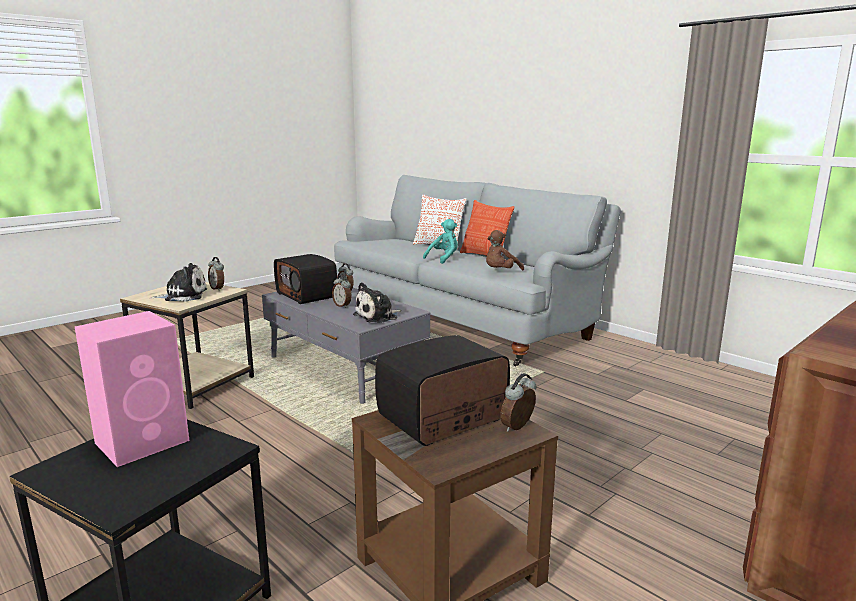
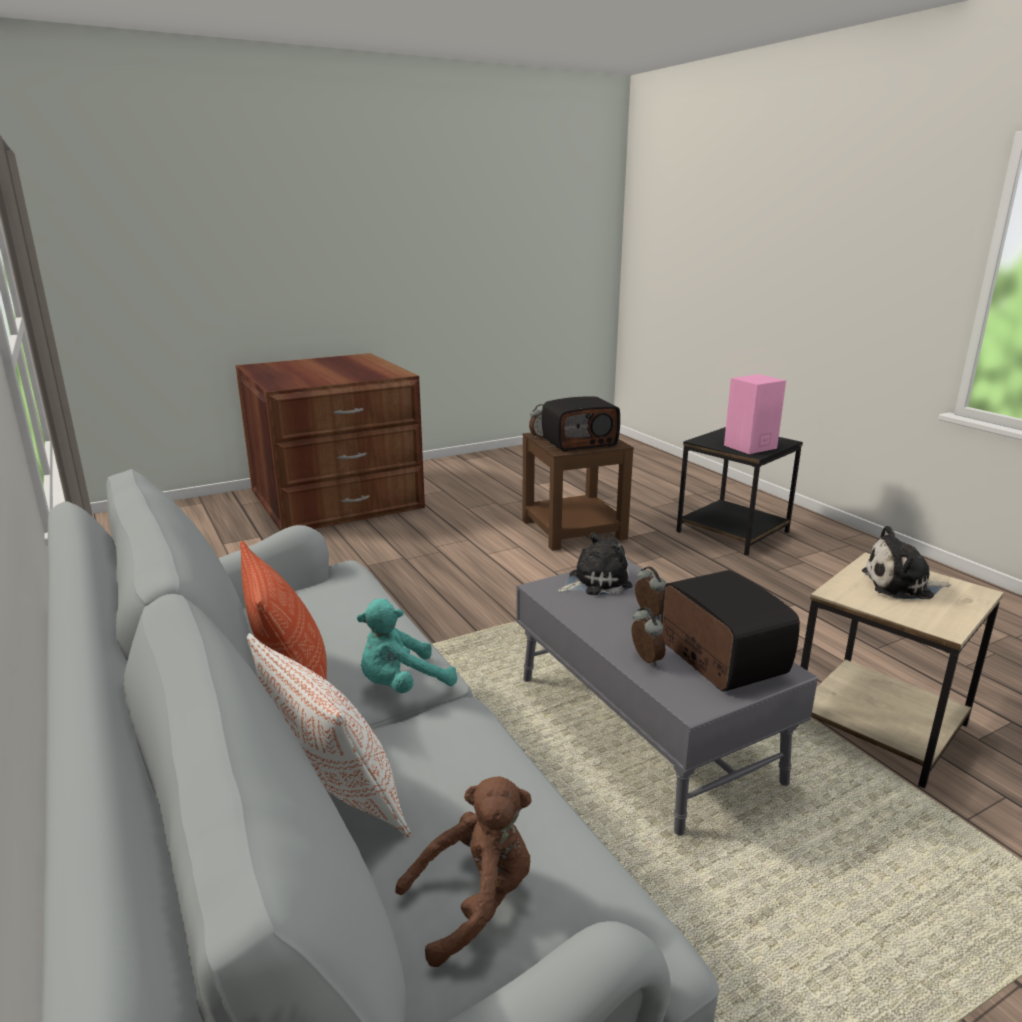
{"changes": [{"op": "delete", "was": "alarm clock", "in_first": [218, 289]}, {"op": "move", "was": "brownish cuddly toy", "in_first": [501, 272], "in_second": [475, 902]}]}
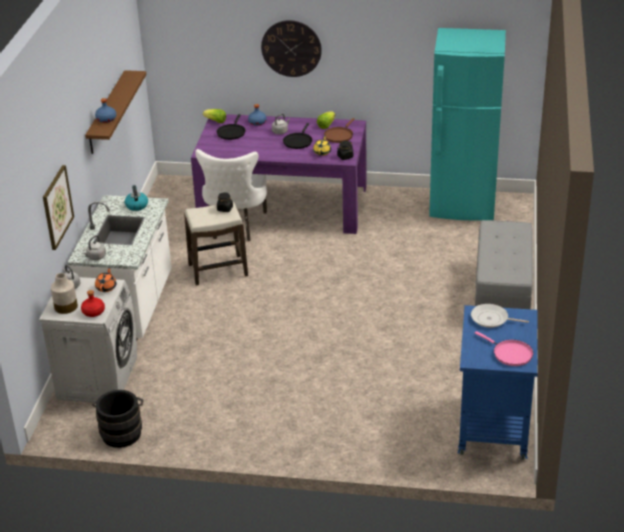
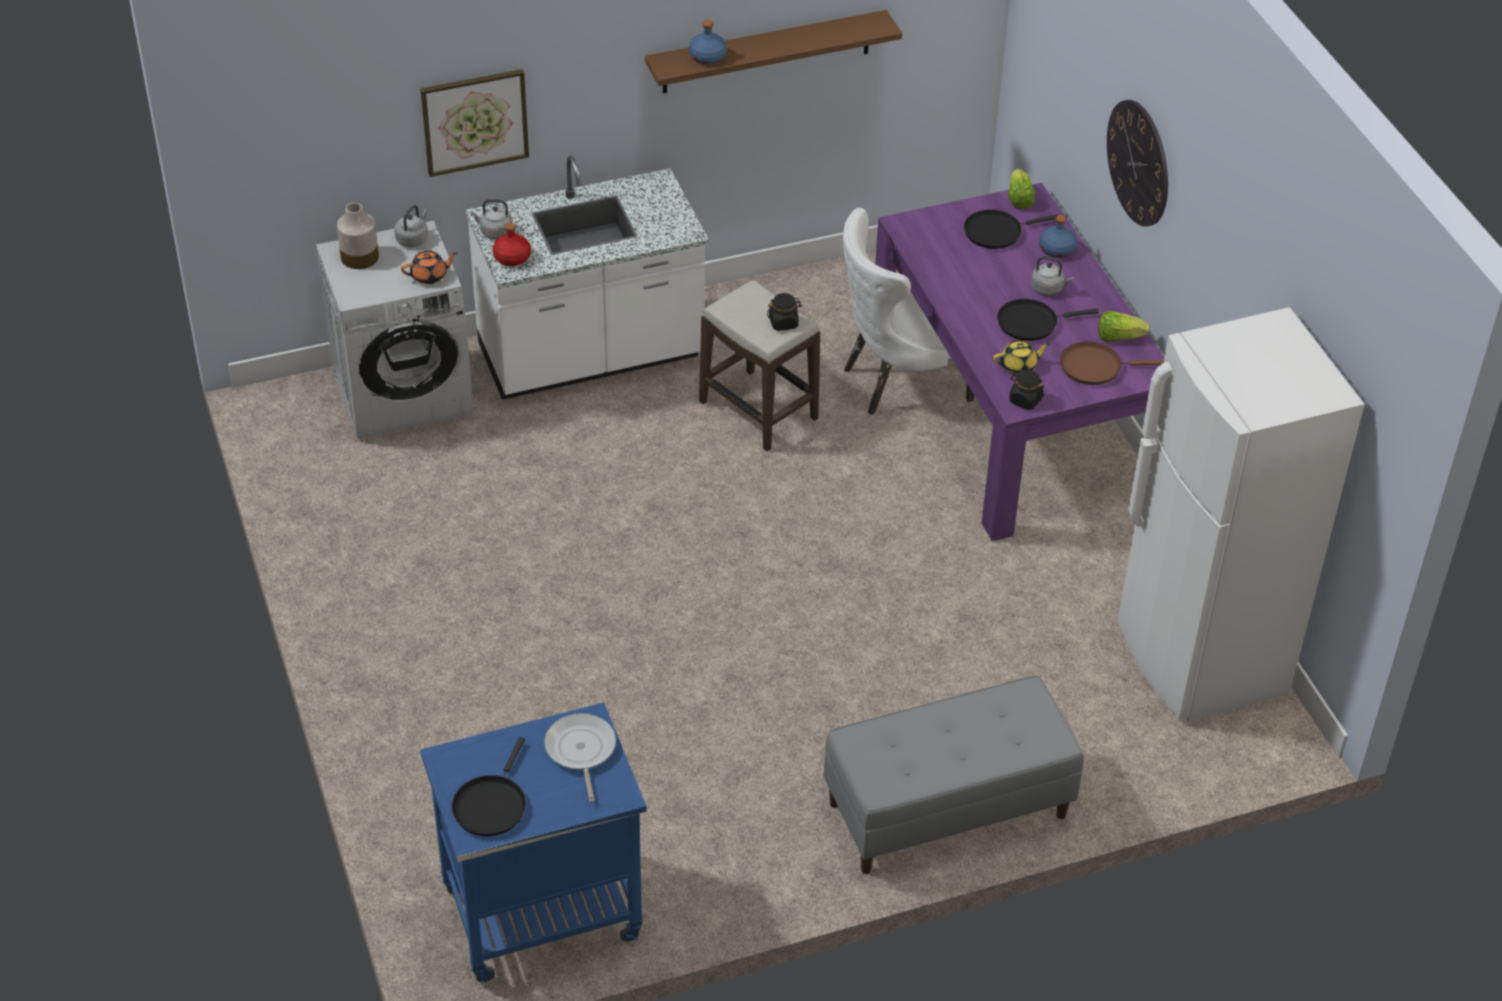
{"changes": [{"op": "move", "was": "reddish beverage bottle", "in_first": [93, 312], "in_second": [512, 258]}, {"op": "delete", "was": "blackish water bucket", "in_first": [122, 431]}, {"op": "delete", "was": "tea kettle", "in_first": [136, 205]}, {"op": "recolor", "was": "turquoise fridge", "now": "white fridge", "in_first": [462, 206], "in_second": [1200, 659]}, {"op": "recolor", "was": "pink frying pan", "now": "blackish frying pan", "in_first": [510, 354], "in_second": [491, 805]}]}
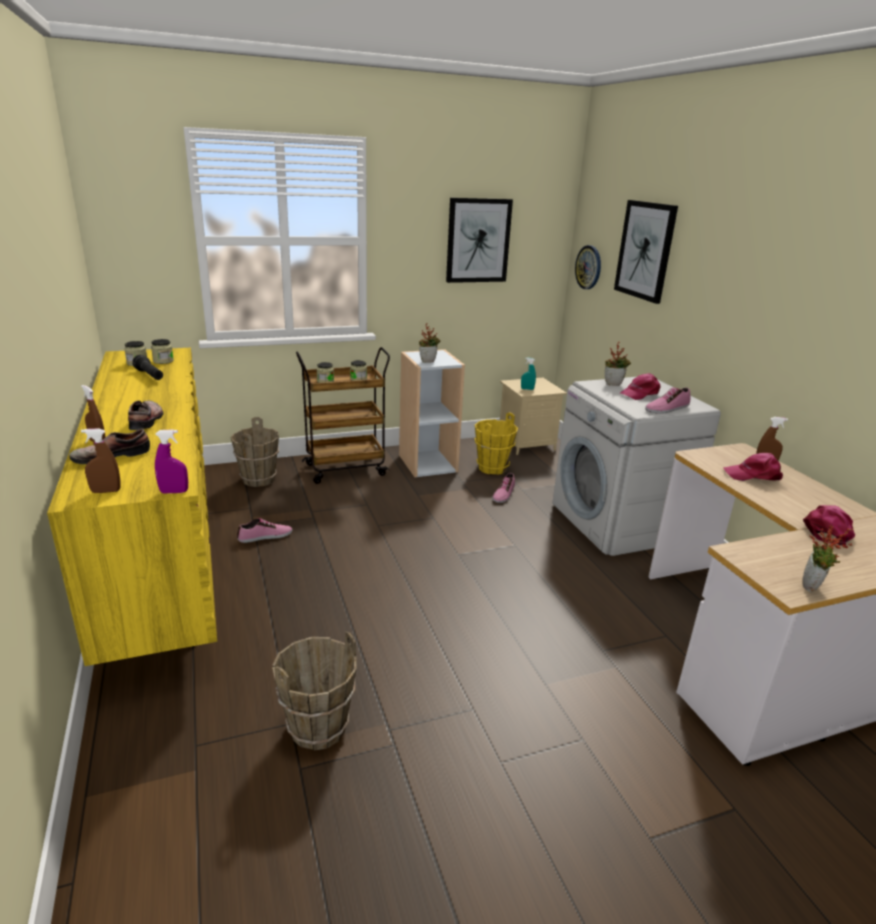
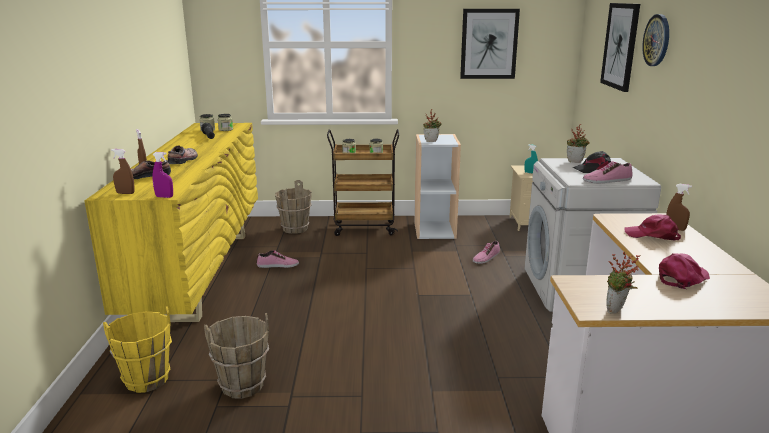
{"changes": [{"op": "move", "was": "yellow-coloured water bucket", "in_first": [492, 468], "in_second": [146, 380]}, {"op": "move", "was": "wall clock", "in_first": [588, 267], "in_second": [657, 40]}, {"op": "recolor", "was": "pink peaked cap", "now": "blackish peaked cap", "in_first": [640, 393], "in_second": [593, 169]}]}
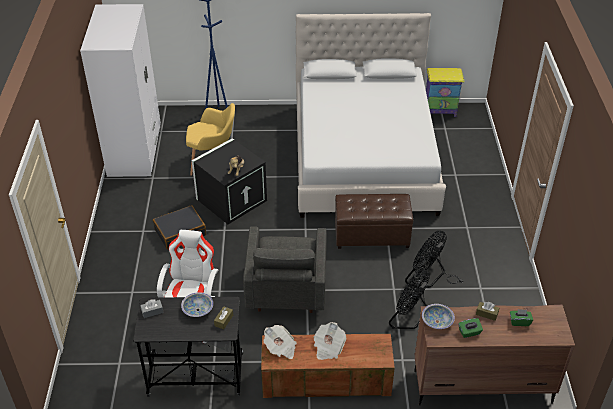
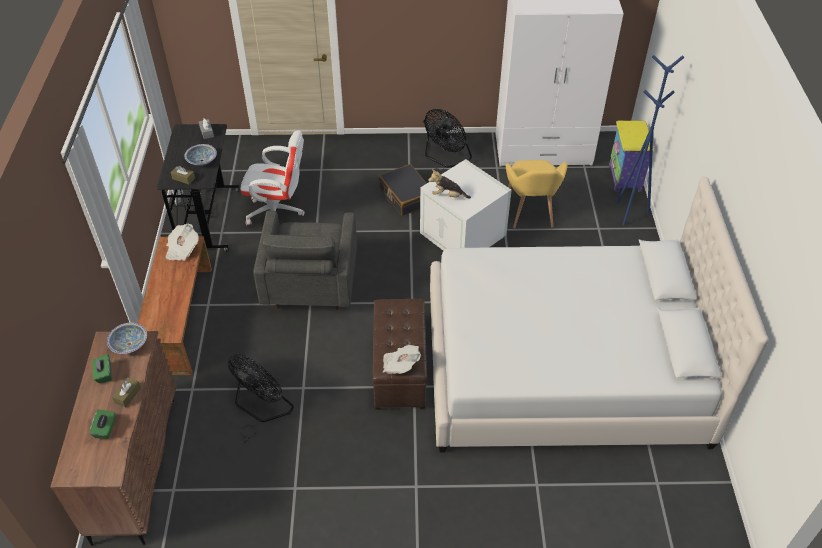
{"changes": [{"op": "recolor", "was": "blackish storage box", "now": "white storage box", "in_first": [231, 199], "in_second": [464, 234]}, {"op": "rotate", "was": "gray easy chair", "in_first": [286, 291], "in_second": [310, 285], "clockwise": -90}, {"op": "move", "was": "daily paper", "in_first": [328, 347], "in_second": [400, 365]}, {"op": "move", "was": "blackish fan", "in_first": [432, 275], "in_second": [442, 159]}, {"op": "move", "was": "nightstand", "in_first": [441, 111], "in_second": [624, 179]}]}
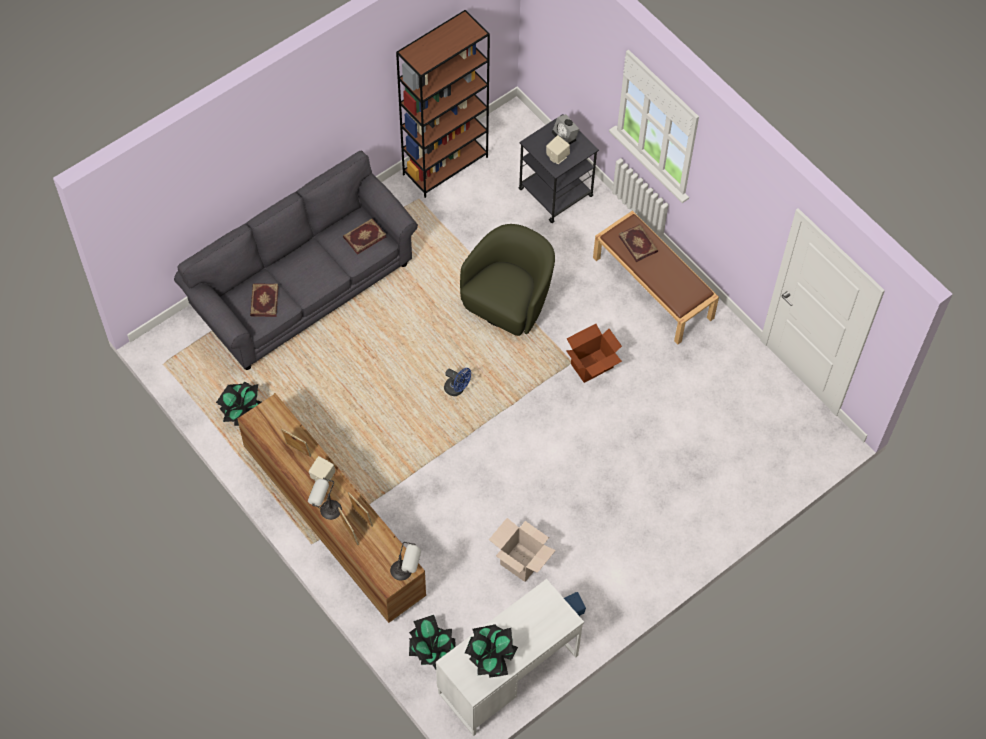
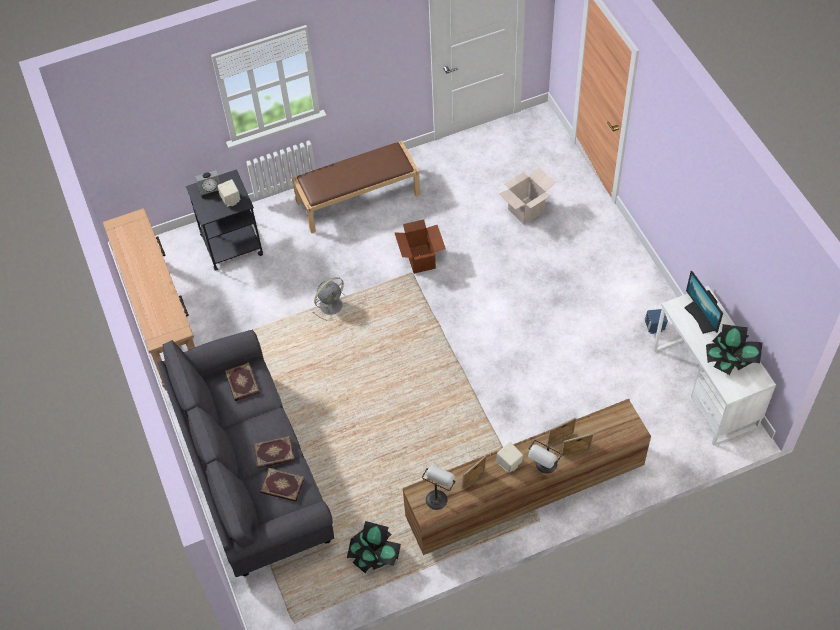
{"changes": [{"op": "move", "was": "tabletop lamp", "in_first": [406, 570], "in_second": [438, 495]}, {"op": "replace", "was": "brownish bookshelf", "now": "brownish console table", "in_first": [445, 165], "in_second": [163, 322]}, {"op": "delete", "was": "houseplant", "in_first": [432, 651]}, {"op": "delete", "was": "blue-coloured fan", "in_first": [457, 389]}, {"op": "replace", "was": "green easy chair", "now": "gray fan", "in_first": [509, 301], "in_second": [332, 305]}, {"op": "move", "was": "packing box", "in_first": [521, 562], "in_second": [526, 210]}, {"op": "move", "was": "volume", "in_first": [638, 243], "in_second": [274, 452]}, {"op": "insert", "now": "computer display", "in_second": [701, 317]}]}
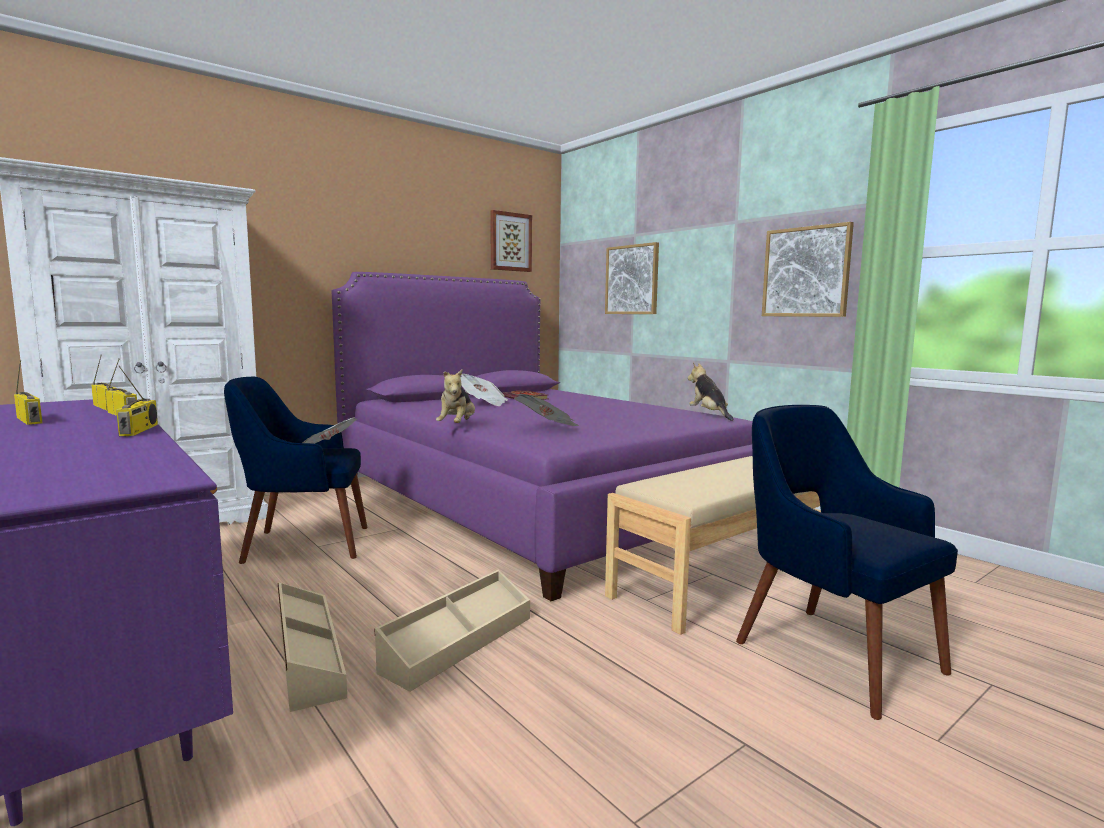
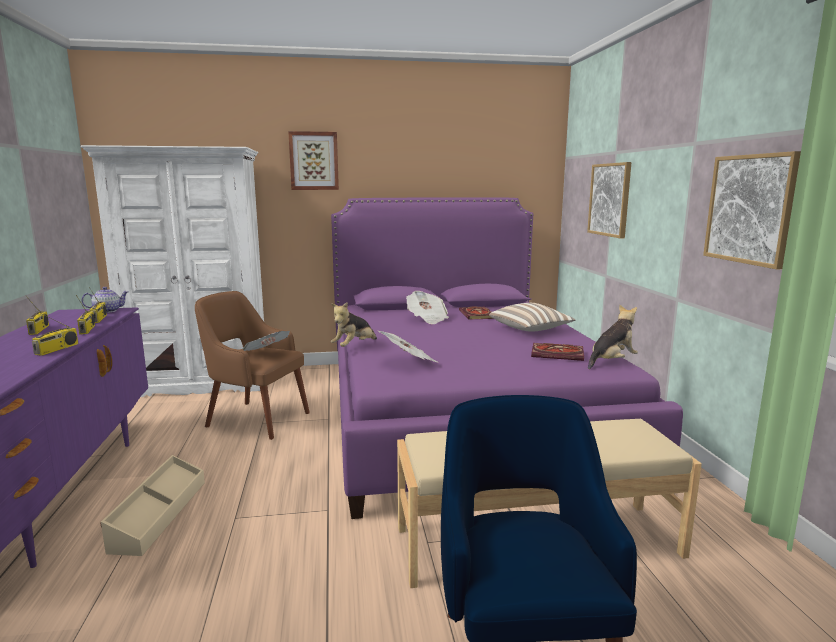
{"changes": [{"op": "recolor", "was": "blue-coloured easy chair", "now": "brownish easy chair", "in_first": [303, 544], "in_second": [255, 419]}, {"op": "delete", "was": "sand-coloured storage box", "in_first": [458, 642]}, {"op": "move", "was": "wall picture", "in_first": [510, 242], "in_second": [314, 161]}, {"op": "rotate", "was": "cuddly toy", "in_first": [709, 415], "in_second": [611, 362], "clockwise": 45}, {"op": "insert", "now": "tea pot", "in_second": [107, 311]}, {"op": "insert", "now": "pillow", "in_second": [531, 329]}, {"op": "insert", "now": "volume", "in_second": [558, 354]}]}
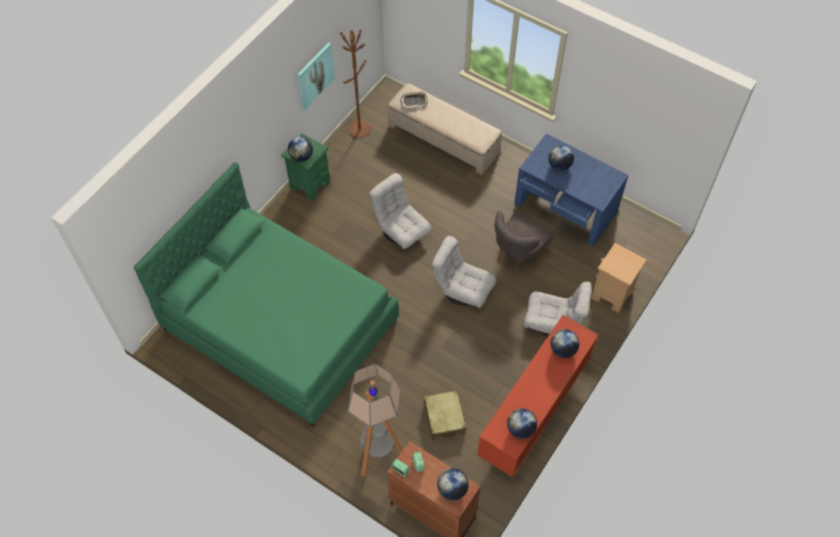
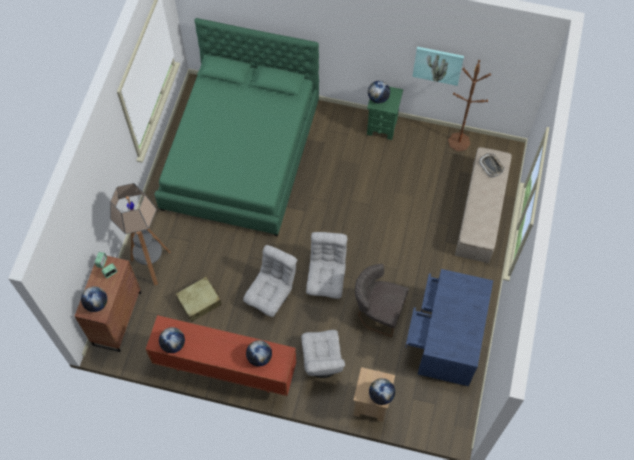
{"changes": [{"op": "move", "was": "gray easy chair", "in_first": [401, 229], "in_second": [271, 293]}, {"op": "move", "was": "globe", "in_first": [559, 165], "in_second": [381, 395]}]}
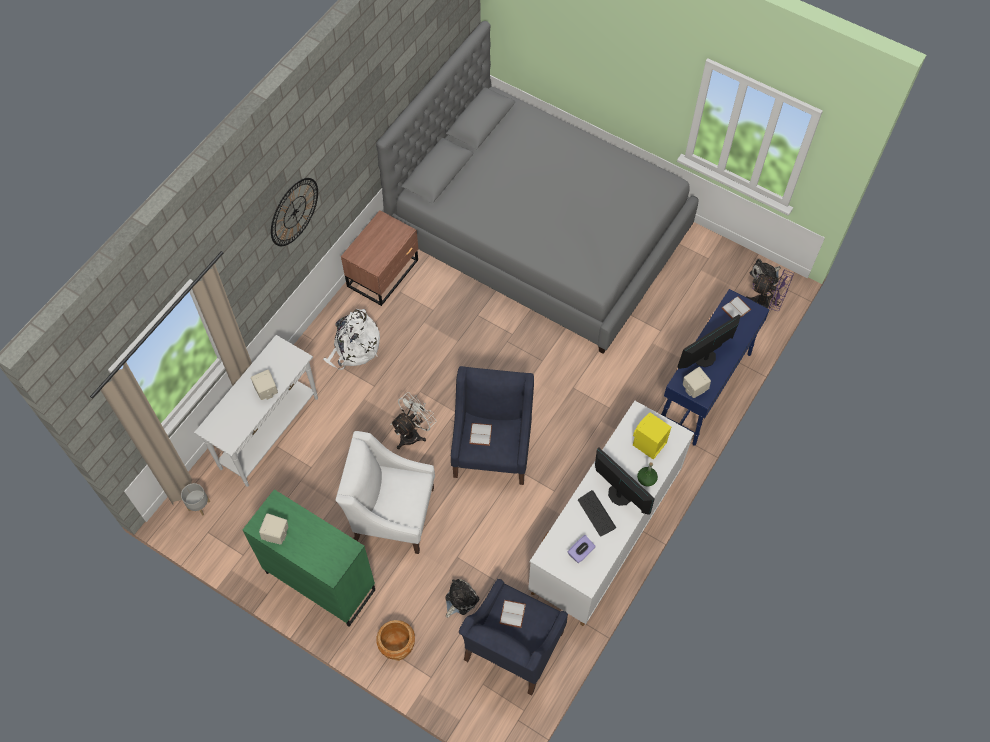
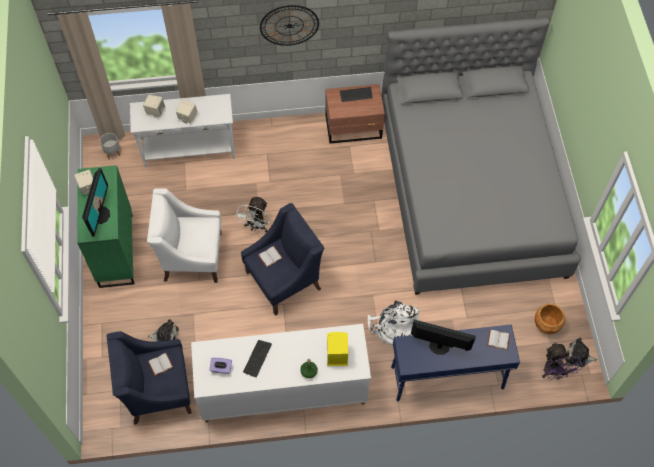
{"changes": [{"op": "move", "was": "white backpack", "in_first": [354, 348], "in_second": [394, 327]}, {"op": "rotate", "was": "white easy chair", "in_first": [392, 514], "in_second": [192, 256], "clockwise": -60}, {"op": "move", "was": "brownish planter", "in_first": [397, 645], "in_second": [546, 325]}, {"op": "rotate", "was": "white fan", "in_first": [413, 433], "in_second": [256, 227], "clockwise": 105}, {"op": "move", "was": "computer display", "in_first": [619, 494], "in_second": [100, 215]}, {"op": "move", "was": "sand-coloured audio speaker", "in_first": [694, 389], "in_second": [155, 111]}, {"op": "insert", "now": "computer keyboard", "in_second": [356, 95]}]}
